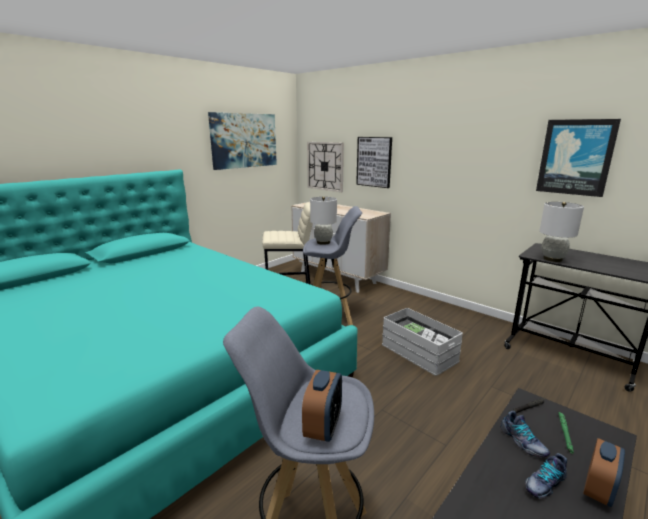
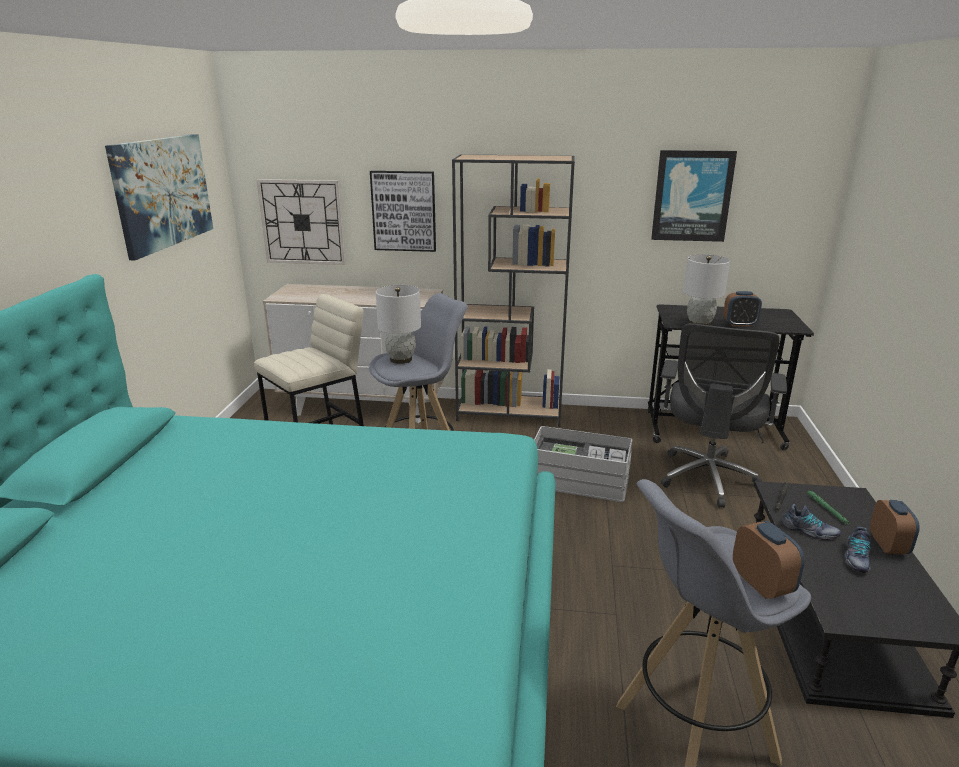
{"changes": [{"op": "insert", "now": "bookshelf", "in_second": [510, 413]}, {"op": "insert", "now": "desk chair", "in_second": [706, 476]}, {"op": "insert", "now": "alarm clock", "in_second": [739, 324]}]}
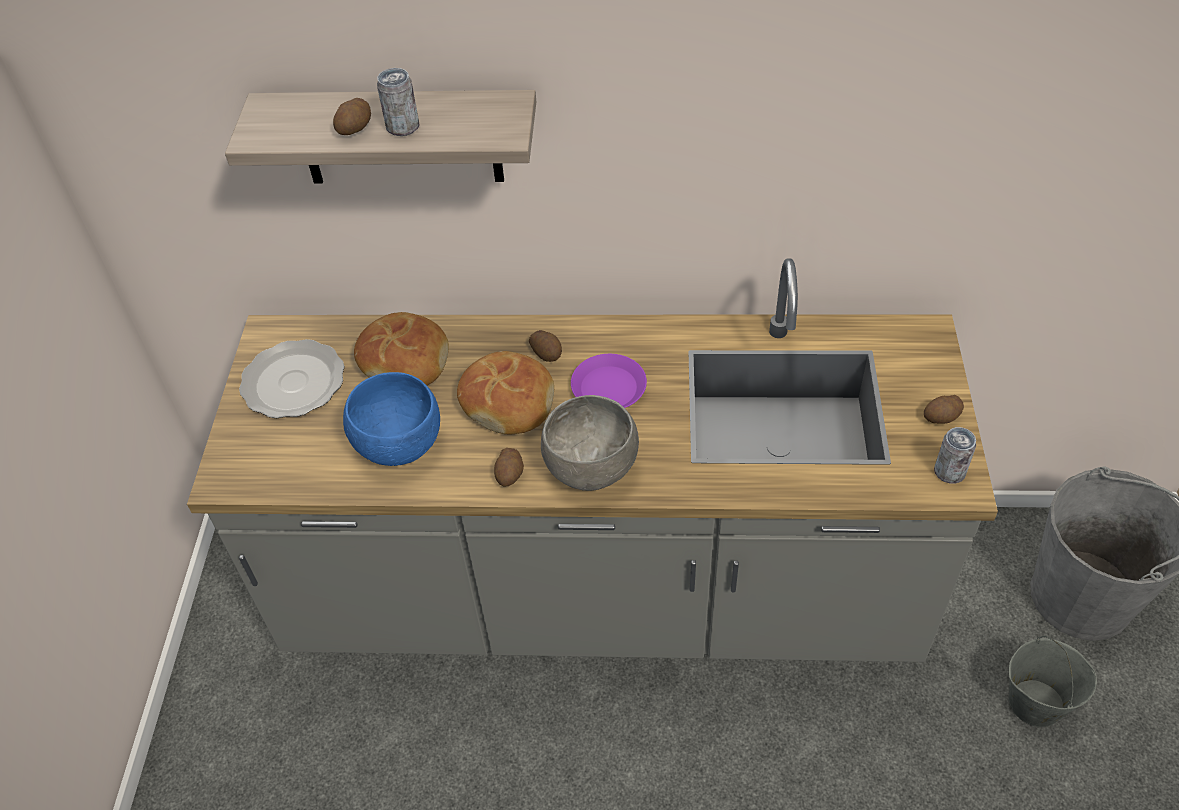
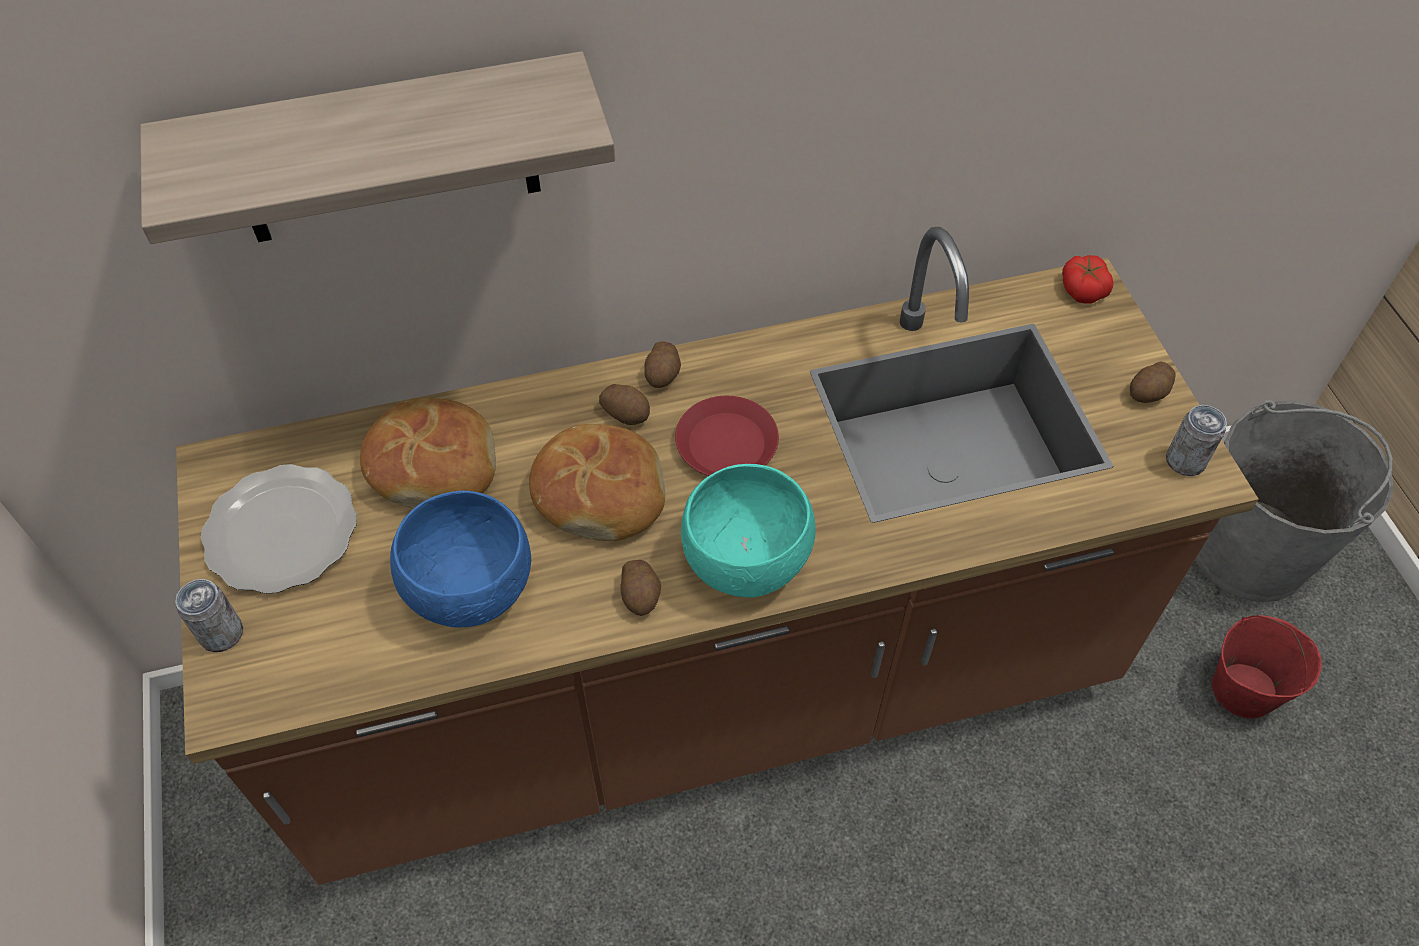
{"changes": [{"op": "recolor", "was": "gray kitchen base unit", "now": "brownish kitchen base unit", "in_first": [601, 595], "in_second": [709, 692]}, {"op": "move", "was": "potato", "in_first": [355, 128], "in_second": [663, 374]}, {"op": "move", "was": "can", "in_first": [403, 127], "in_second": [222, 634]}, {"op": "recolor", "was": "gray serving bowl", "now": "turquoise serving bowl", "in_first": [591, 467], "in_second": [745, 559]}, {"op": "recolor", "was": "purple-coloured flat dish", "now": "reddish flat dish", "in_first": [608, 388], "in_second": [726, 444]}, {"op": "recolor", "was": "gray water bucket", "now": "reddish water bucket", "in_first": [1034, 703], "in_second": [1242, 691]}, {"op": "insert", "now": "fresh tomato", "in_second": [1083, 289]}]}
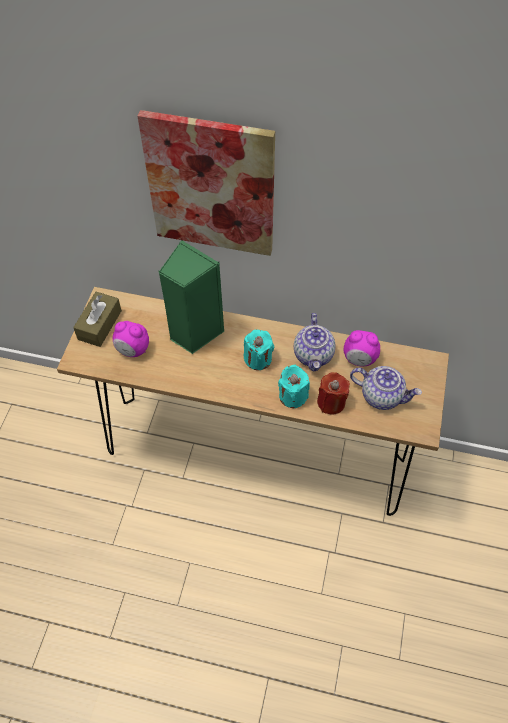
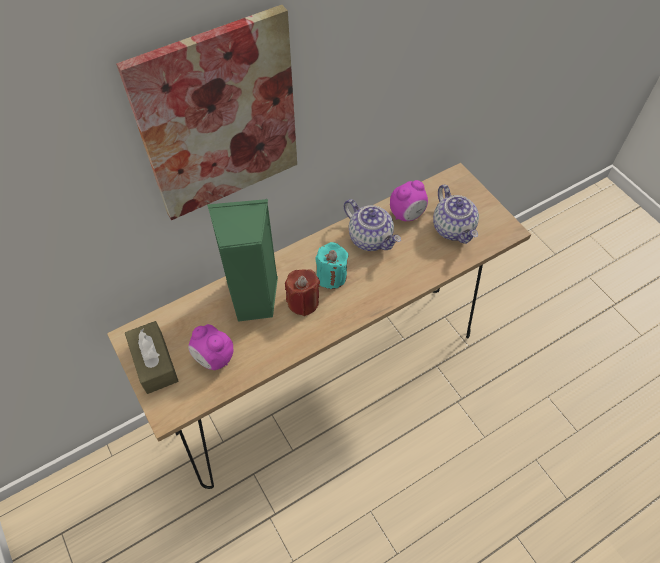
{"changes": [{"op": "rotate", "was": "alarm clock", "in_first": [133, 350], "in_second": [214, 358], "clockwise": 60}, {"op": "delete", "was": "turquoise wax candle", "in_first": [293, 396]}, {"op": "move", "was": "reddish wax candle", "in_first": [331, 402], "in_second": [303, 302]}, {"op": "rotate", "was": "tea pot", "in_first": [382, 395], "in_second": [453, 228], "clockwise": 90}]}
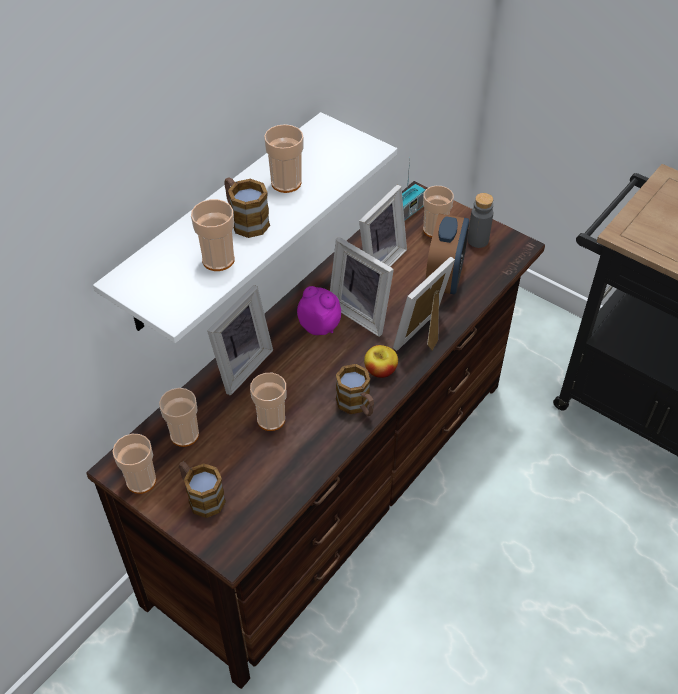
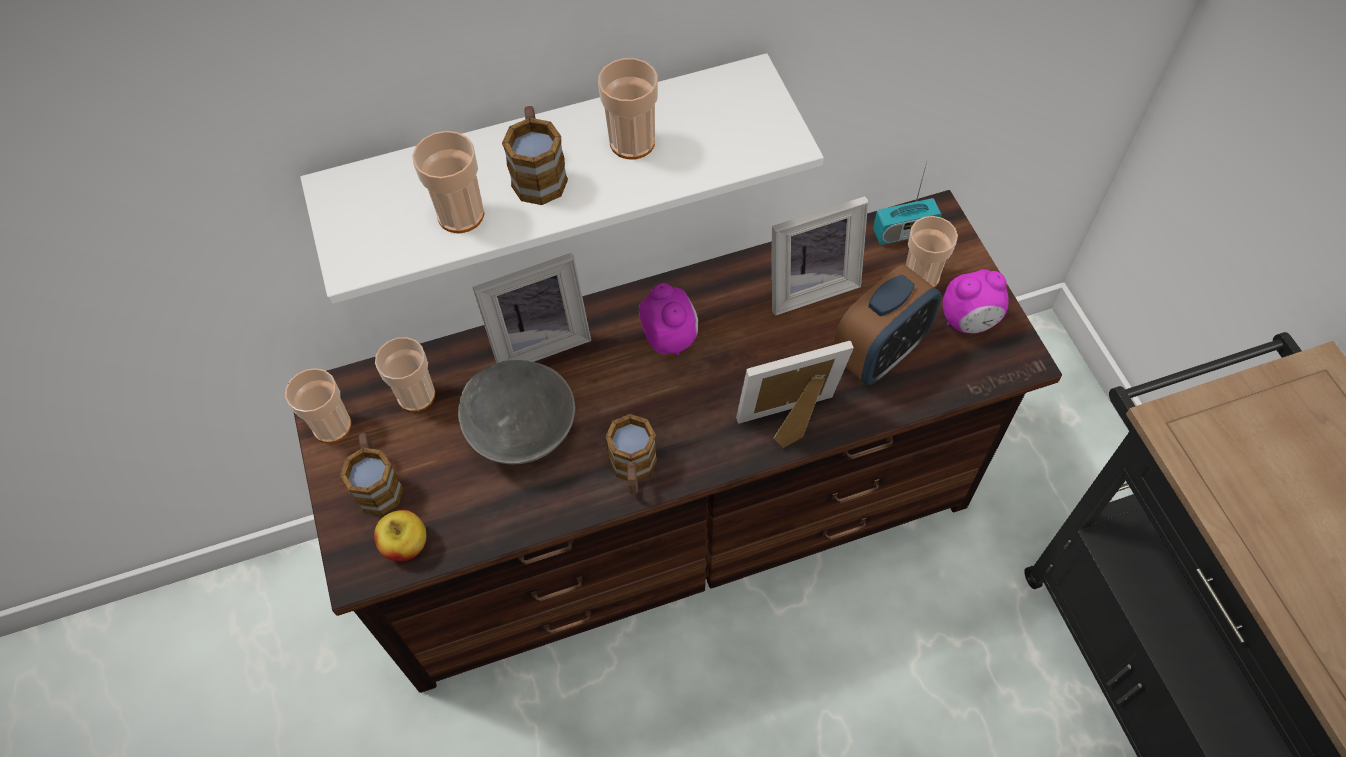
{"changes": [{"op": "replace", "was": "cup", "now": "gray serving bowl", "in_first": [271, 419], "in_second": [522, 431]}, {"op": "delete", "was": "photo frame", "in_first": [363, 312]}, {"op": "move", "was": "apple fruit", "in_first": [380, 371], "in_second": [406, 545]}, {"op": "replace", "was": "gray beverage bottle", "now": "alarm clock", "in_first": [478, 240], "in_second": [969, 321]}]}
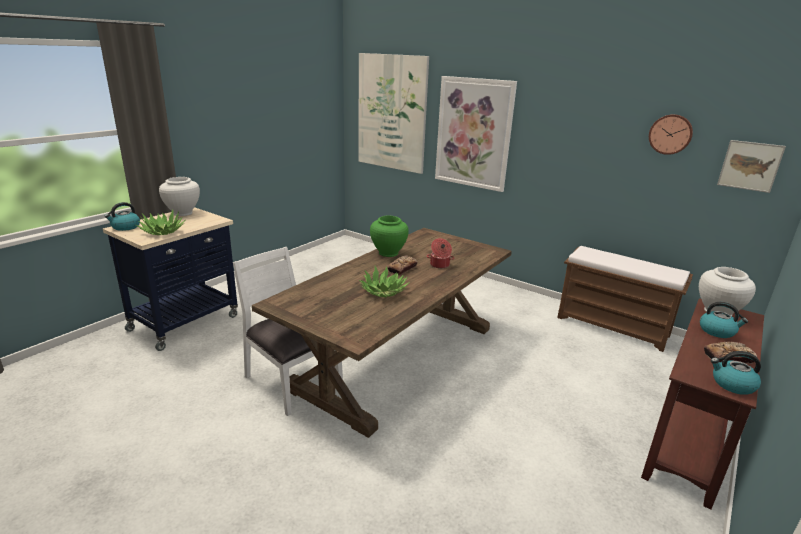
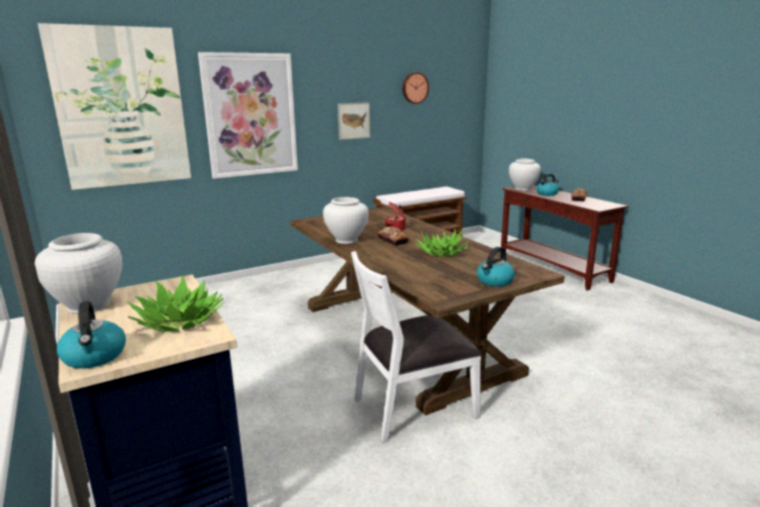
{"changes": [{"op": "recolor", "was": "green decorative vase", "now": "white decorative vase", "in_first": [388, 253], "in_second": [346, 240]}, {"op": "move", "was": "tea kettle", "in_first": [732, 384], "in_second": [494, 281]}, {"op": "move", "was": "wall picture", "in_first": [750, 166], "in_second": [353, 121]}]}
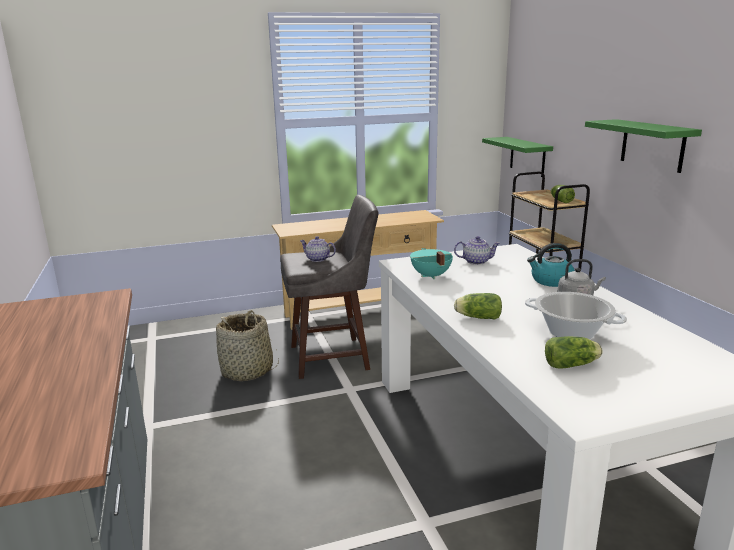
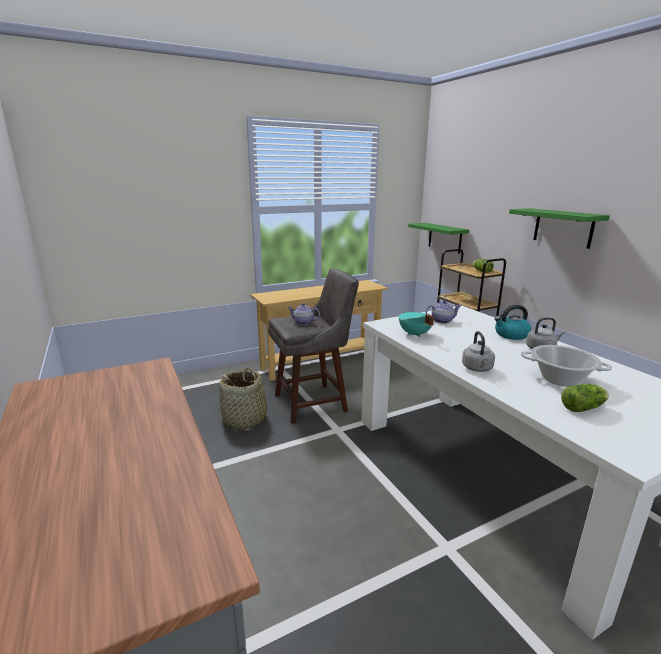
{"changes": [{"op": "replace", "was": "lettuce head", "now": "gray tea kettle", "in_first": [477, 317], "in_second": [477, 369]}]}
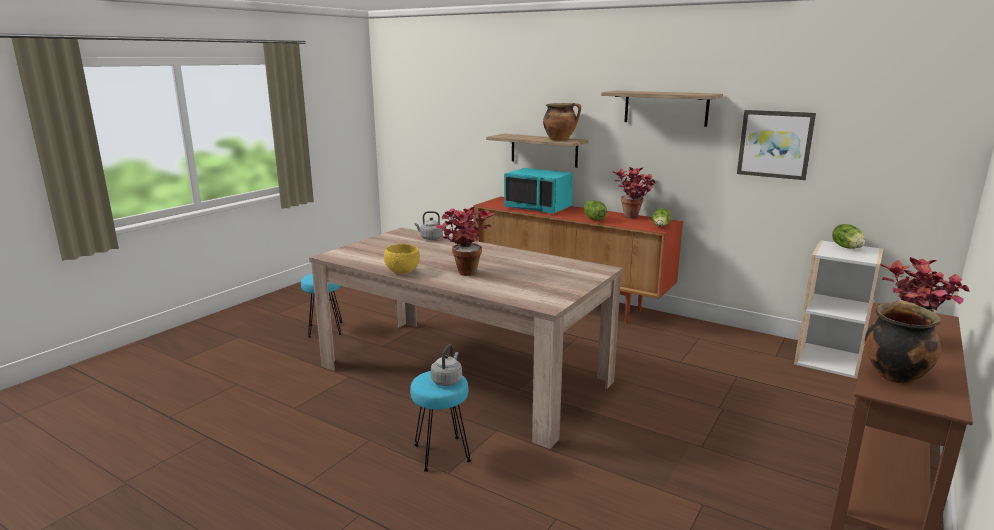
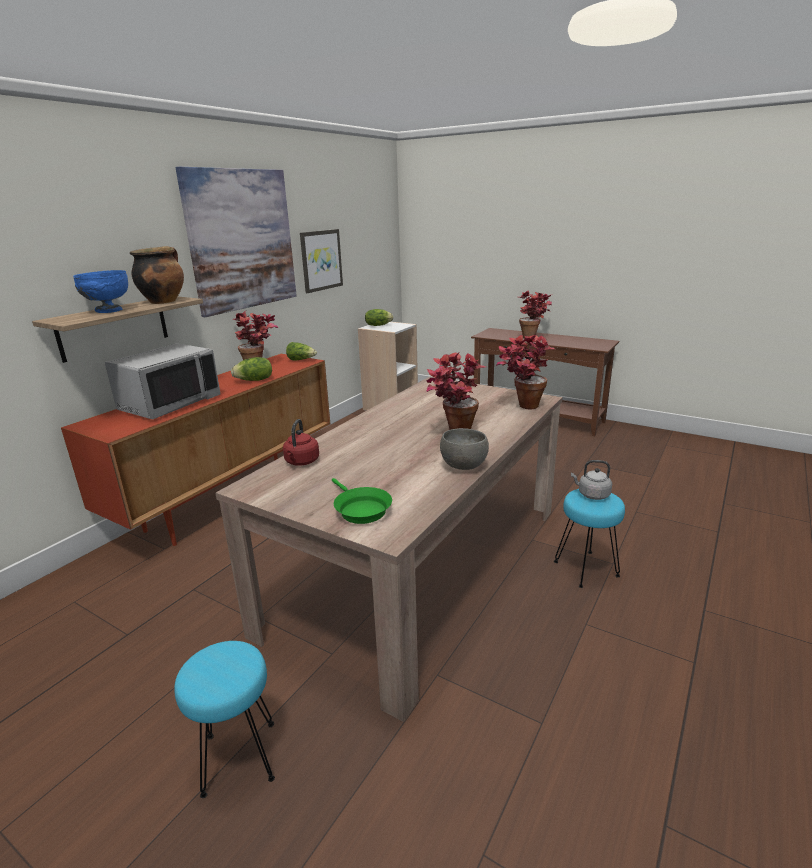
{"changes": [{"op": "recolor", "was": "yellow-coloured serving bowl", "now": "gray serving bowl", "in_first": [402, 272], "in_second": [464, 466]}, {"op": "recolor", "was": "gray tea kettle", "now": "reddish tea kettle", "in_first": [430, 238], "in_second": [301, 462]}, {"op": "recolor", "was": "turquoise kitchen microwave", "now": "gray kitchen microwave", "in_first": [538, 207], "in_second": [169, 403]}, {"op": "replace", "was": "wall shelf", "now": "wall picture", "in_first": [665, 108], "in_second": [242, 240]}, {"op": "delete", "was": "stockpot", "in_first": [894, 375]}, {"op": "insert", "now": "blue-coloured serving bowl", "in_second": [108, 311]}, {"op": "insert", "now": "green frying pan", "in_second": [360, 509]}, {"op": "insert", "now": "houseplant", "in_second": [521, 407]}]}
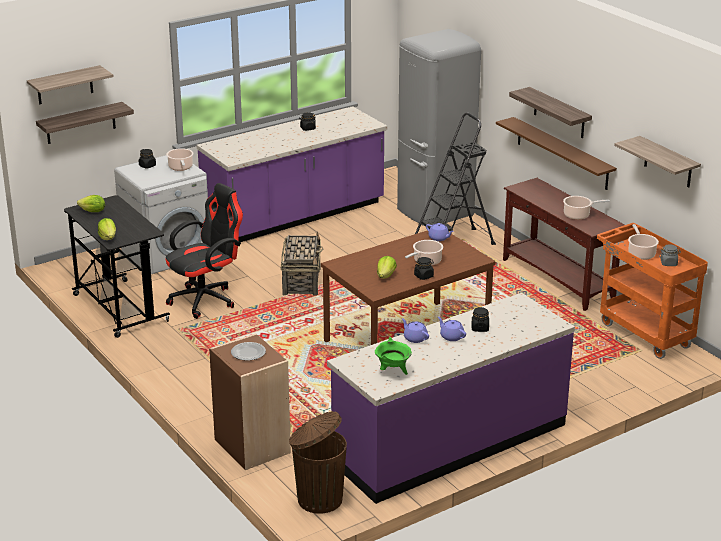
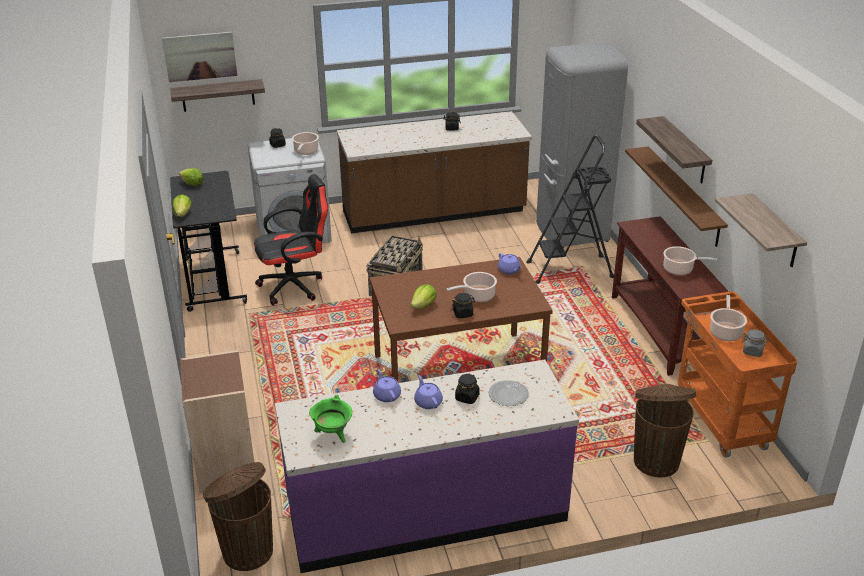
{"changes": [{"op": "replace", "was": "wall shelf", "now": "wall picture", "in_first": [65, 85], "in_second": [200, 56]}, {"op": "recolor", "was": "purple-coloured kitchen base unit", "now": "brownish kitchen base unit", "in_first": [295, 217], "in_second": [434, 213]}, {"op": "move", "was": "flat dish", "in_first": [248, 353], "in_second": [508, 395]}, {"op": "insert", "now": "brownish trash can", "in_second": [655, 460]}]}
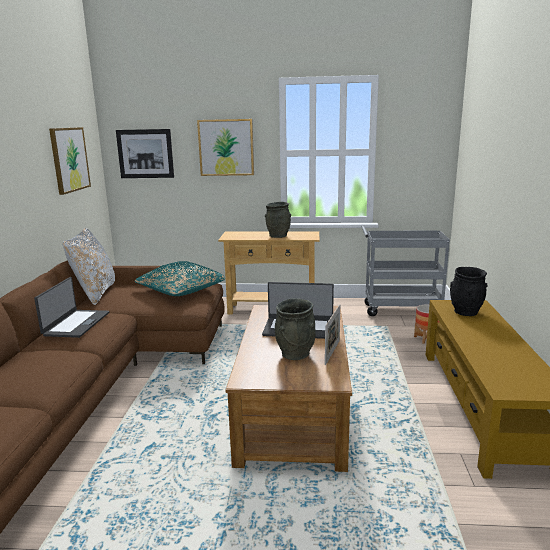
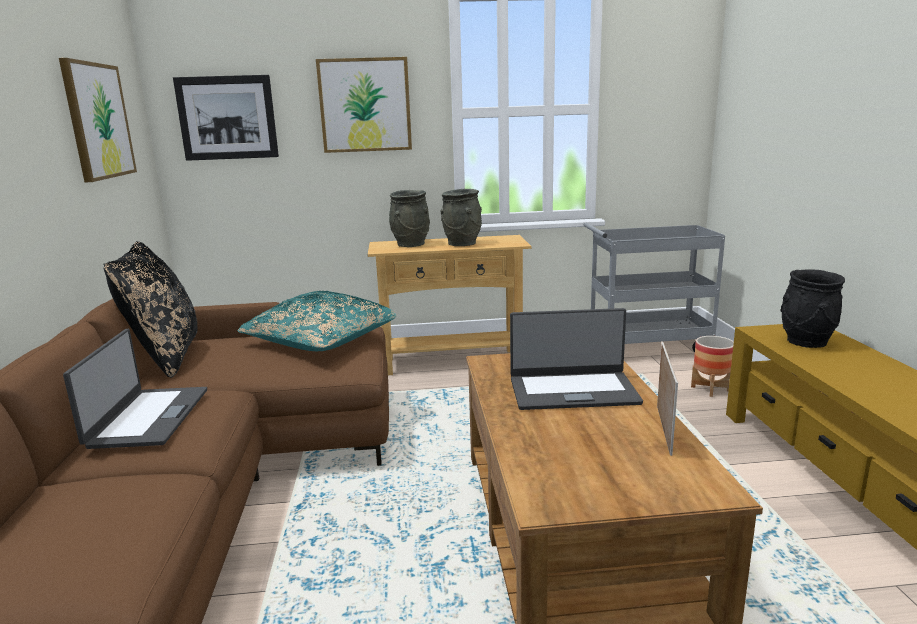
{"changes": [{"op": "recolor", "was": "white pillow", "now": "blackish pillow", "in_first": [95, 294], "in_second": [166, 358]}, {"op": "move", "was": "gray decorative vase", "in_first": [295, 354], "in_second": [410, 244]}]}
